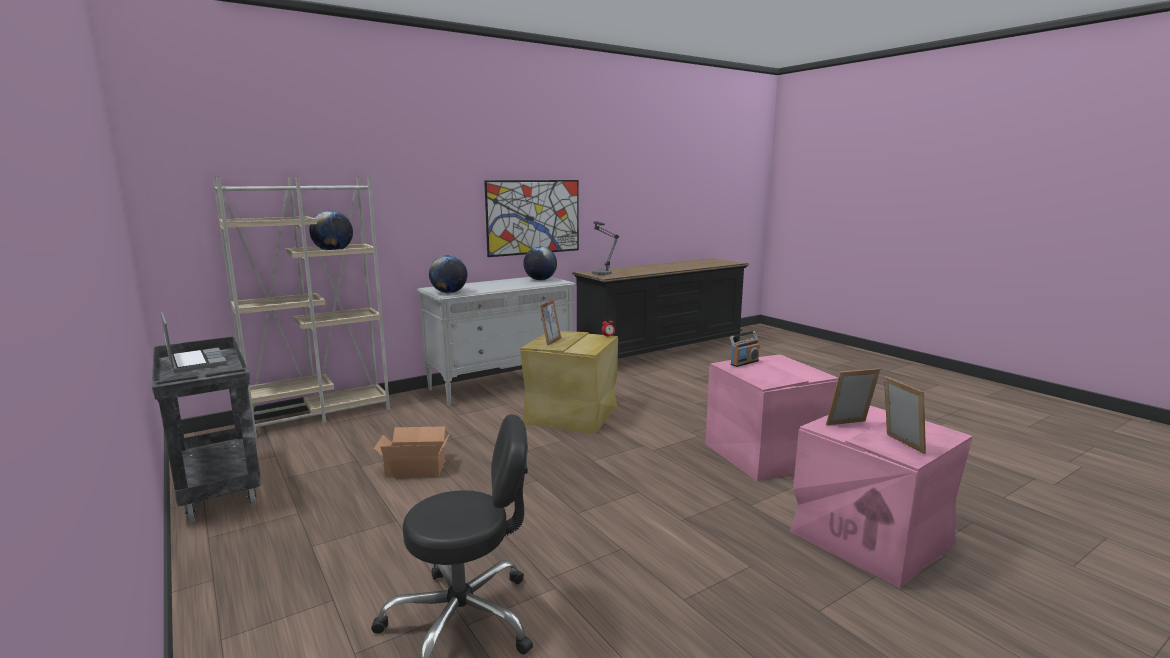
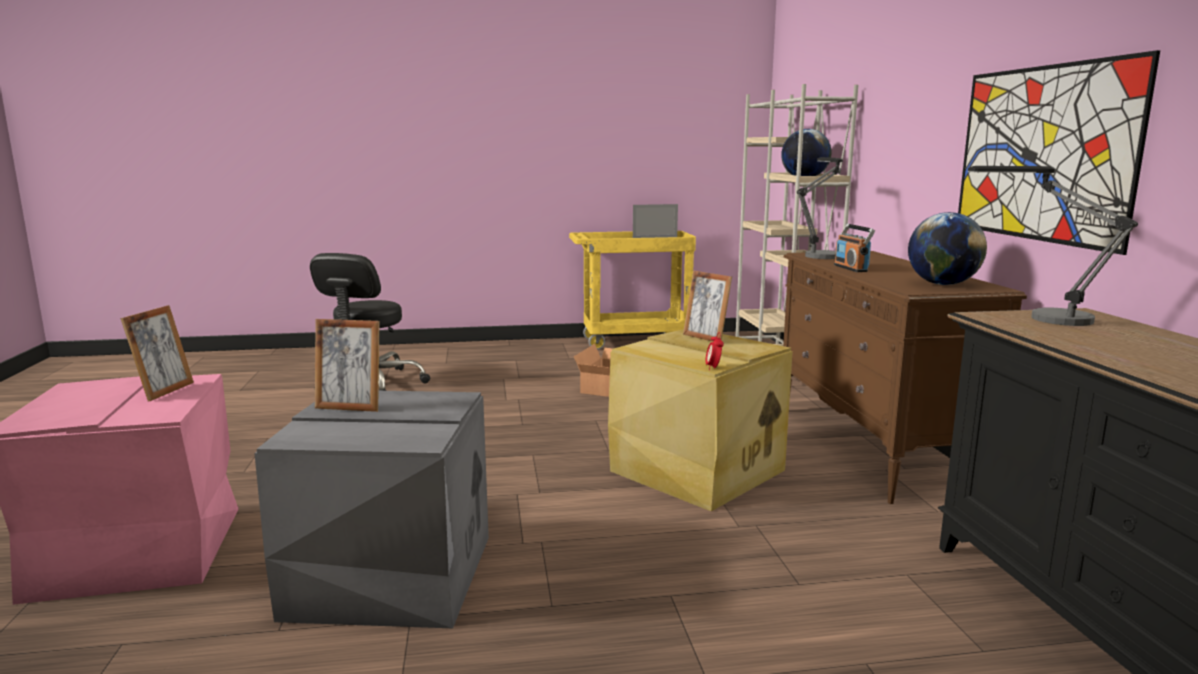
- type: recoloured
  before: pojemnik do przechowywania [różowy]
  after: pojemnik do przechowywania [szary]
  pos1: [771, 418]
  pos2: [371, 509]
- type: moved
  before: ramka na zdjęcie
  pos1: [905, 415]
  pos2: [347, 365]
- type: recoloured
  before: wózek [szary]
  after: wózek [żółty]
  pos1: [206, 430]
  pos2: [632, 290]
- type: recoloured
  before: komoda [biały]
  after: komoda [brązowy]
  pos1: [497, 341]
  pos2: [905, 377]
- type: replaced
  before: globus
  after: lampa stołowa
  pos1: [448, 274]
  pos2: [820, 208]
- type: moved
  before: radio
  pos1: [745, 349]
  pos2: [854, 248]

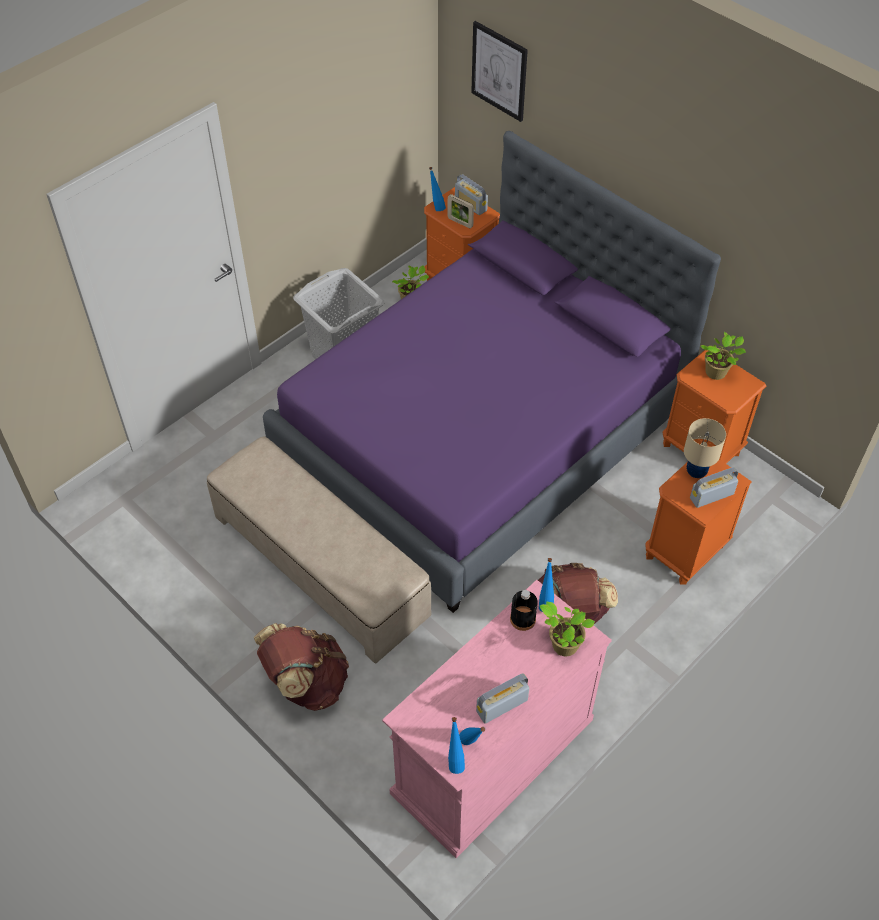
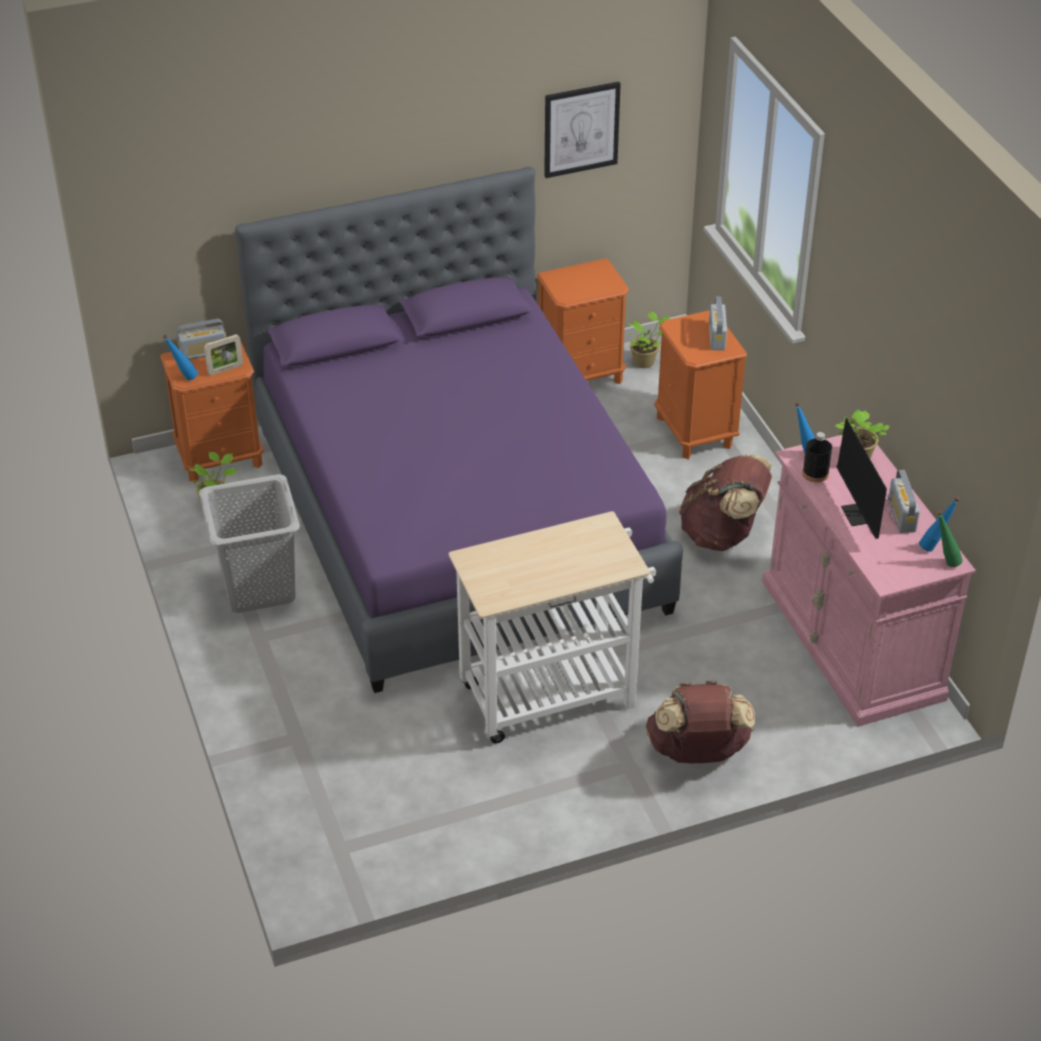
- type: replaced
  before: ławka [beżowy]
  after: wózek [biały]
  pos1: [319, 550]
  pos2: [552, 627]
- type: moved
  before: obraz
  pos1: [499, 71]
  pos2: [582, 130]
- type: moved
  before: roślina doniczkowa
  pos1: [723, 356]
  pos2: [649, 339]
- type: added
  after: monitor
  pos2: [865, 478]
- type: recoloured
  before: butelka [niebieski]
  after: butelka [zielony]
  pos1: [456, 745]
  pos2: [950, 538]
- type: removed
  before: lampa stołowa [beżowy]
  pos1: [705, 448]

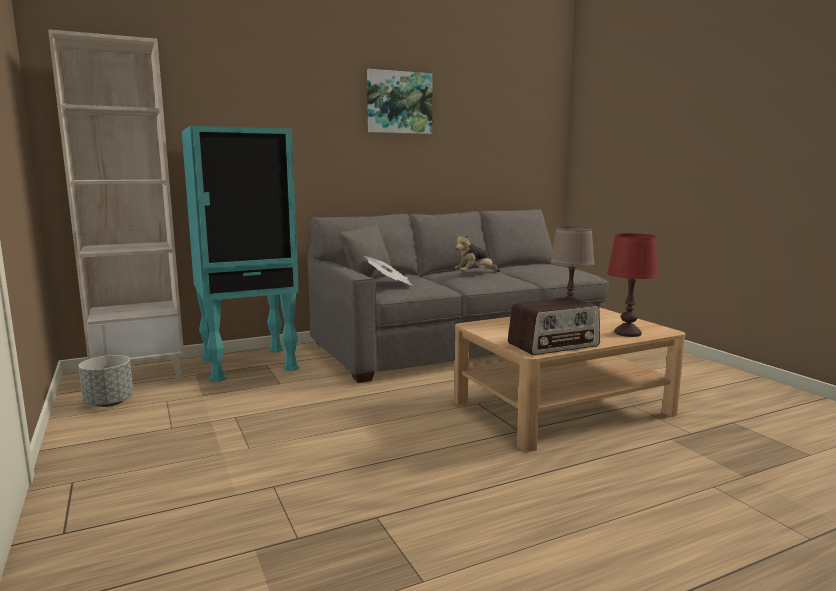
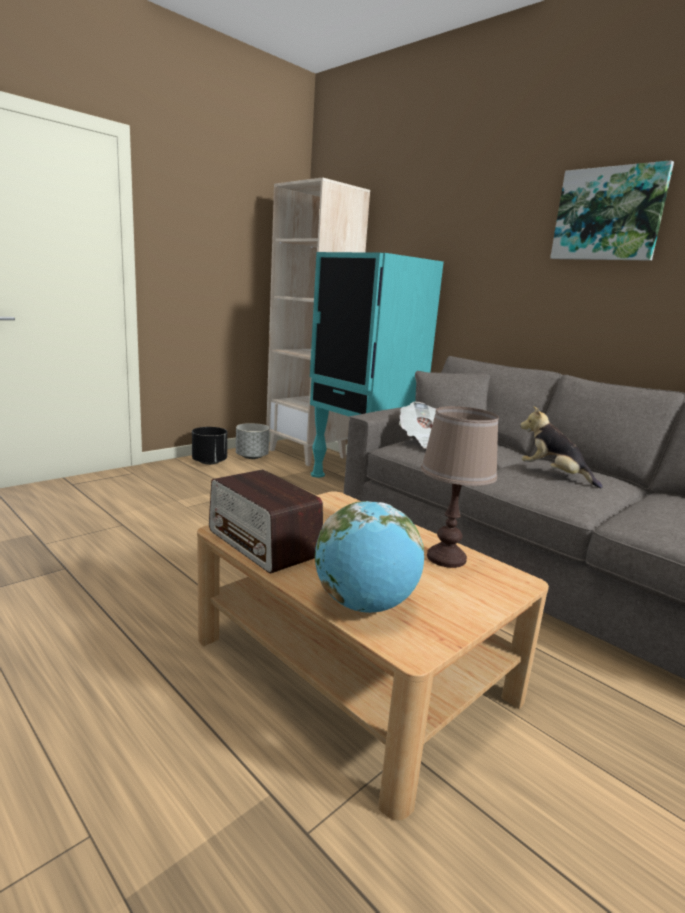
- type: added
  after: donica [czarny]
  pos2: [209, 446]
- type: replaced
  before: lampa stołowa [czerwony]
  after: globus
  pos1: [632, 285]
  pos2: [369, 557]

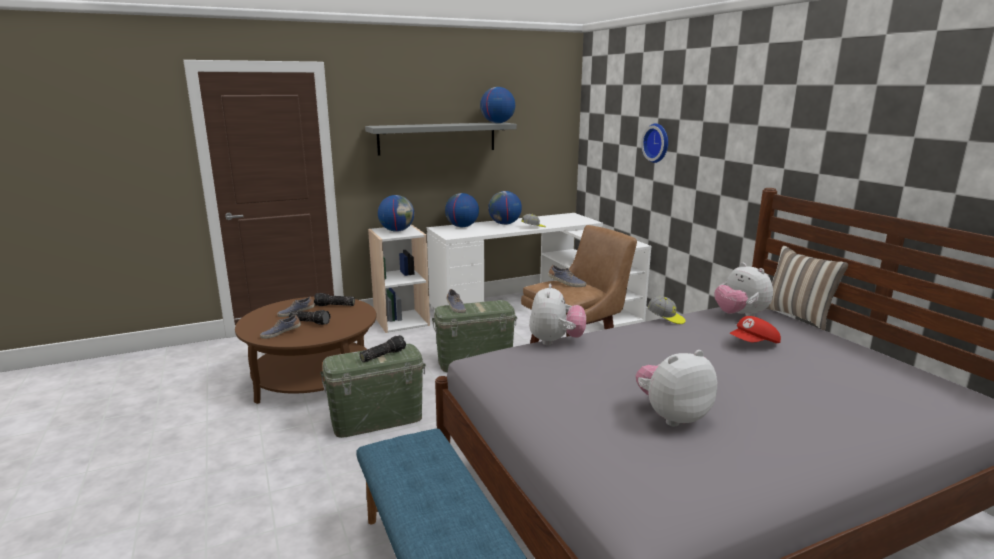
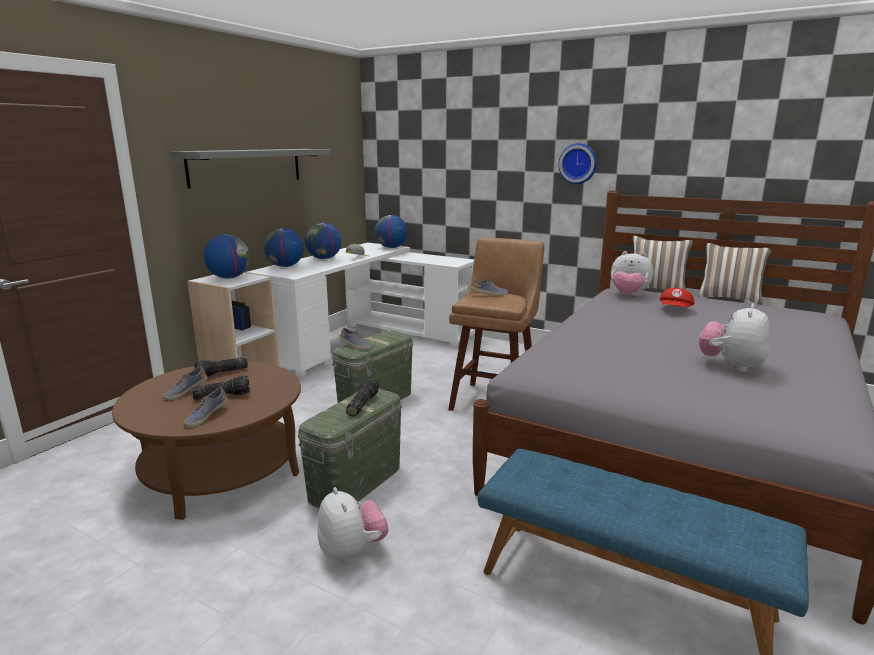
- type: moved
  before: pluszak
  pos1: [557, 314]
  pos2: [353, 525]
- type: moved
  before: globus
  pos1: [497, 105]
  pos2: [391, 231]
- type: moved
  before: zegar ścienny
  pos1: [654, 143]
  pos2: [577, 163]
- type: added
  after: poduszka
  pos2: [734, 274]
- type: removed
  before: czapka z daszkiem
  pos1: [666, 310]

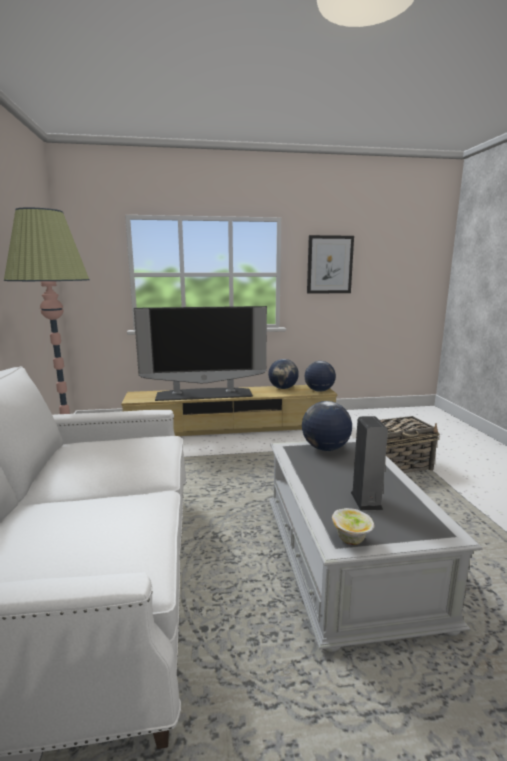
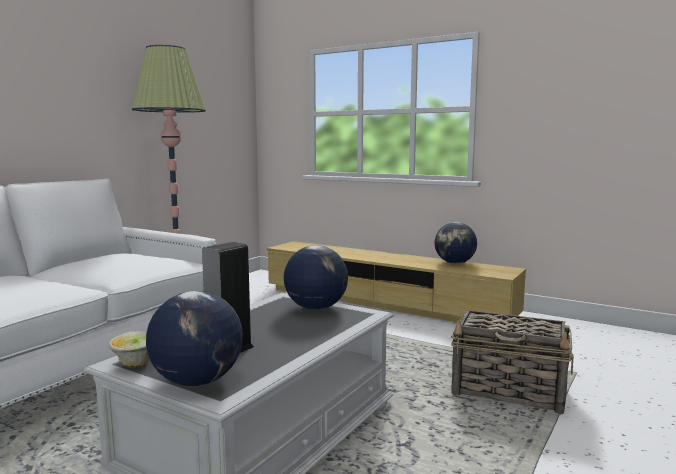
- type: moved
  before: globus
  pos1: [320, 376]
  pos2: [194, 338]
- type: removed
  before: telewizor
  pos1: [200, 353]
- type: removed
  before: obraz
  pos1: [330, 264]

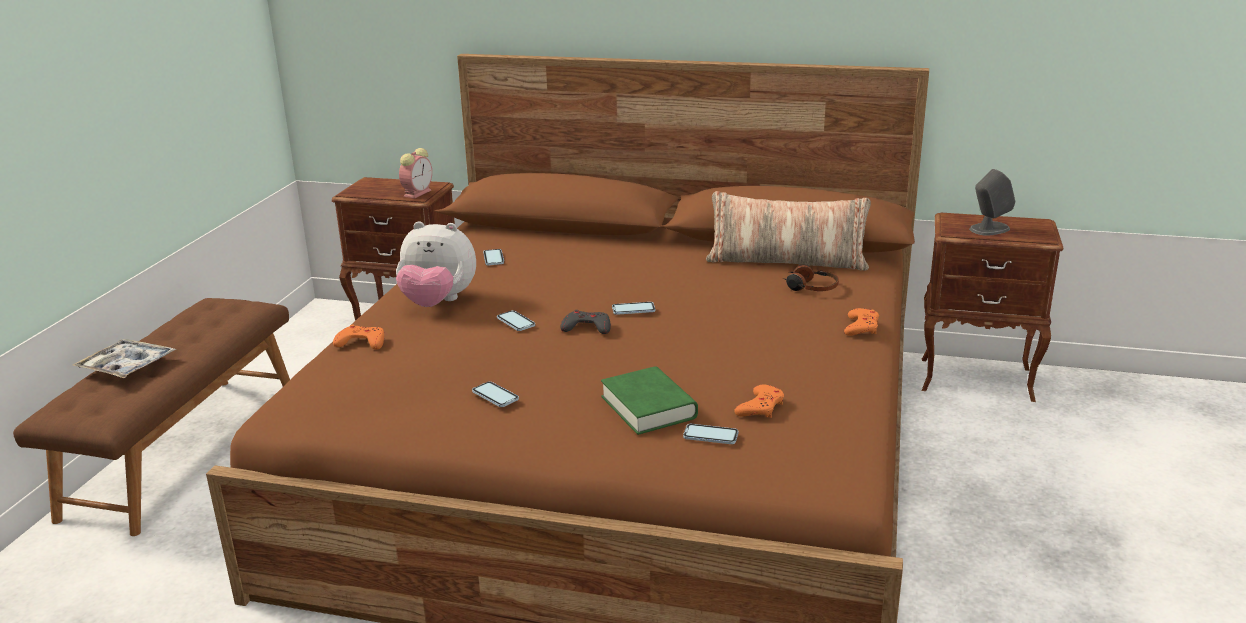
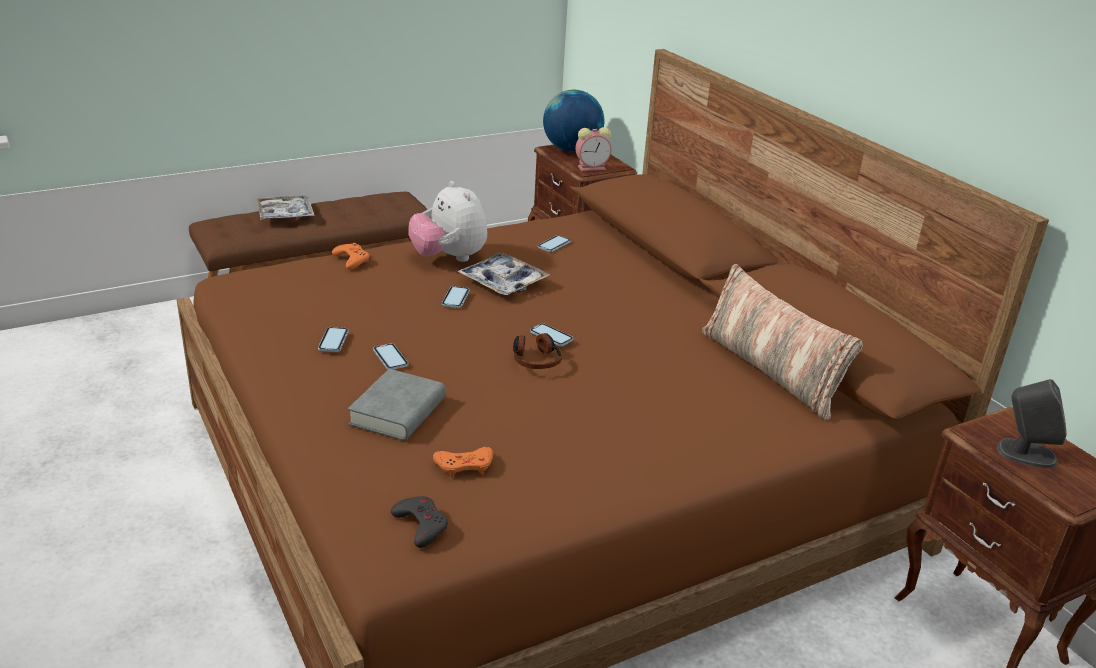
- type: recoloured
  before: książka [zielony]
  after: książka [szary]
  pos1: [649, 400]
  pos2: [396, 405]
- type: moved
  before: telefon
  pos1: [711, 434]
  pos2: [390, 356]
- type: moved
  before: pad do gier [szary]
  pos1: [585, 322]
  pos2: [419, 522]
- type: added
  after: taca
  pos2: [503, 274]
- type: moved
  before: słuchawki
  pos1: [811, 278]
  pos2: [537, 351]
- type: added
  after: globus
  pos2: [573, 121]
- type: removed
  before: pad do gier [pomarańczowy]
  pos1: [861, 322]

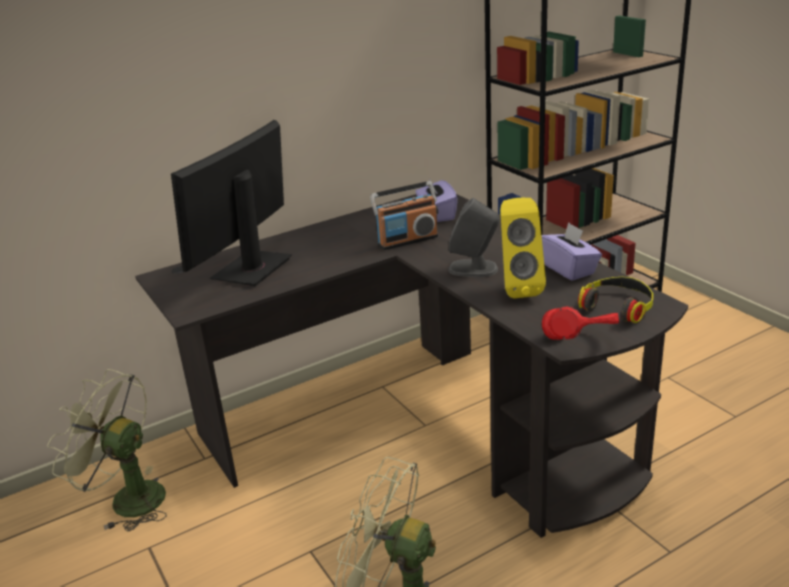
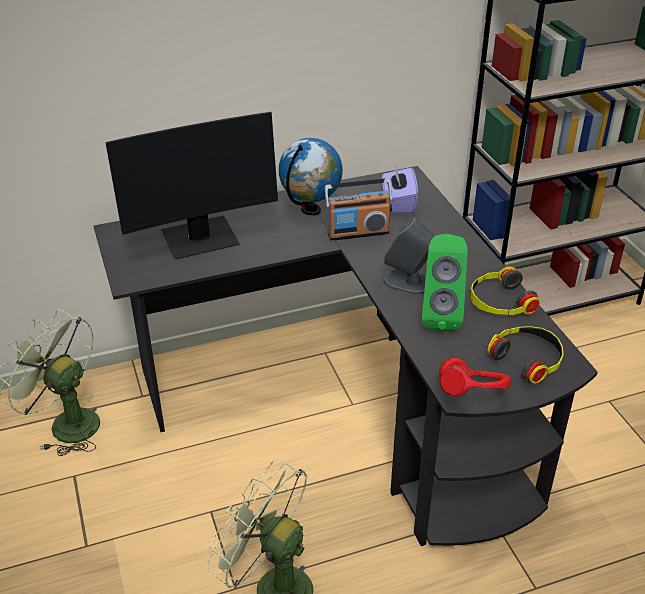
- type: turned
  before: monitor
  pos1: [232, 203]
  pos2: [191, 185]
  turn: -150
- type: added
  after: globus
  pos2: [311, 177]
- type: recoloured
  before: głośnik [żółty]
  after: głośnik [zielony]
  pos1: [523, 248]
  pos2: [445, 282]
- type: replaced
  before: pudełko chusteczek [fioletowy]
  after: słuchawki
  pos1: [571, 251]
  pos2: [505, 290]

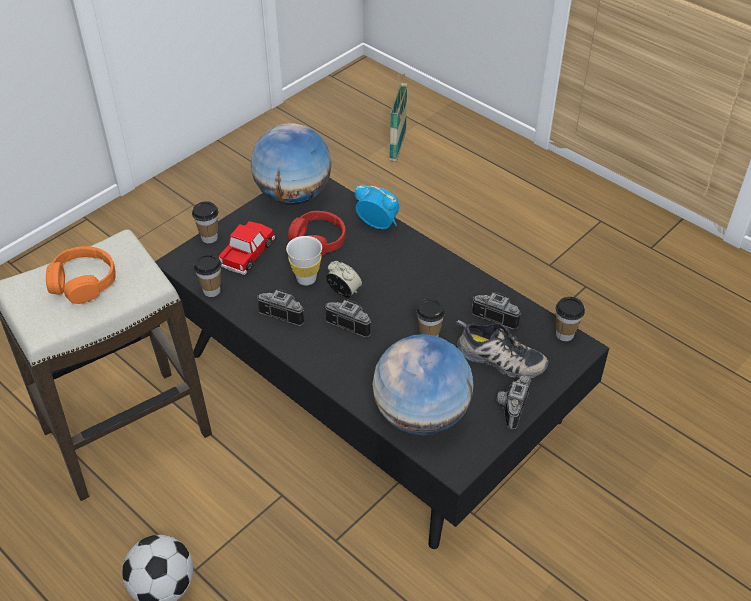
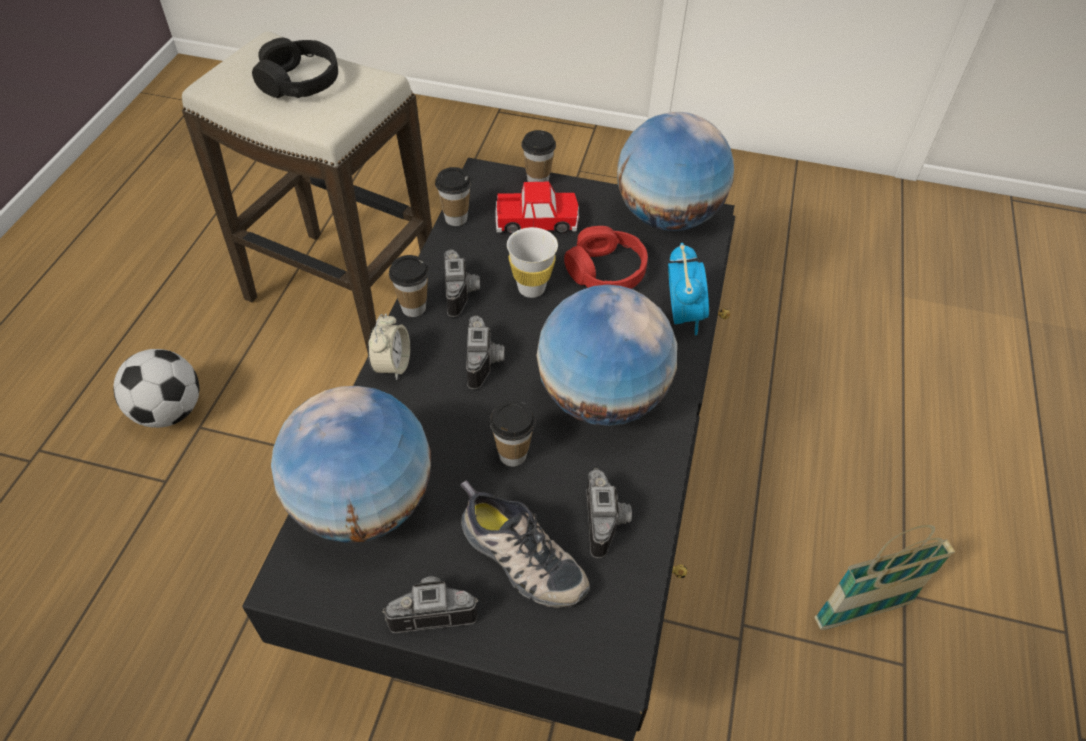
- type: recoloured
  before: słuchawki [pomarańczowy]
  after: słuchawki [czarny]
  pos1: [81, 275]
  pos2: [295, 68]
- type: moved
  before: budzik
  pos1: [344, 279]
  pos2: [389, 347]
- type: moved
  before: filiżanka
  pos1: [570, 319]
  pos2: [409, 286]
- type: turned
  before: but
  pos1: [502, 349]
  pos2: [525, 544]
  turn: -45
- type: added
  after: globus
  pos2: [607, 355]
- type: moved
  before: koszyk
  pos1: [399, 117]
  pos2: [884, 577]

